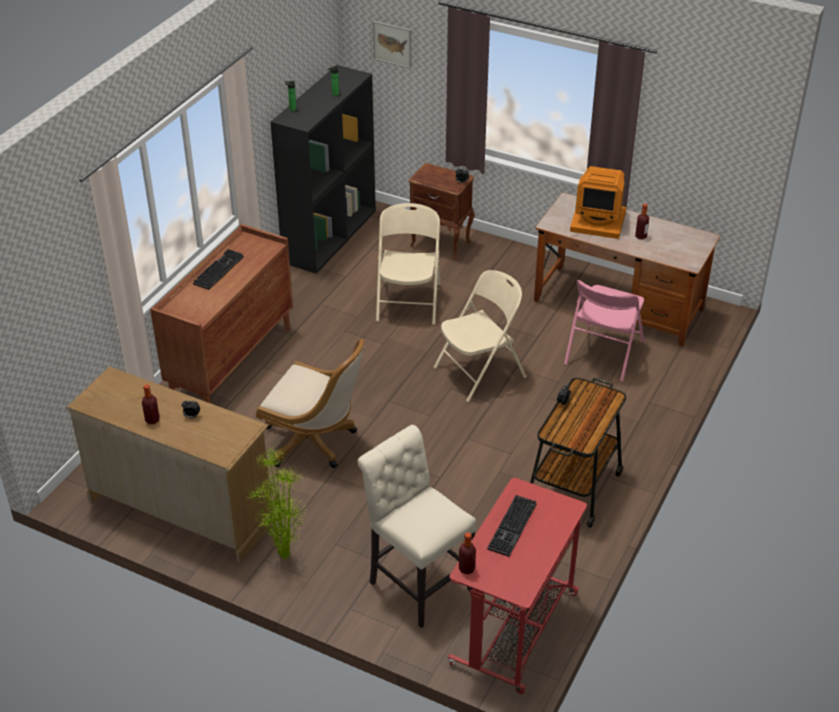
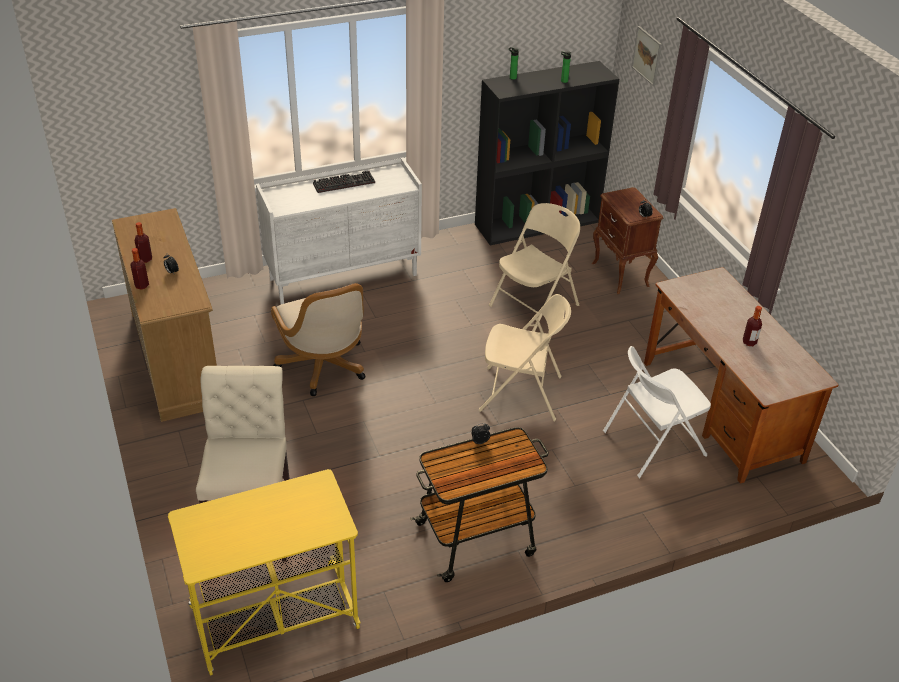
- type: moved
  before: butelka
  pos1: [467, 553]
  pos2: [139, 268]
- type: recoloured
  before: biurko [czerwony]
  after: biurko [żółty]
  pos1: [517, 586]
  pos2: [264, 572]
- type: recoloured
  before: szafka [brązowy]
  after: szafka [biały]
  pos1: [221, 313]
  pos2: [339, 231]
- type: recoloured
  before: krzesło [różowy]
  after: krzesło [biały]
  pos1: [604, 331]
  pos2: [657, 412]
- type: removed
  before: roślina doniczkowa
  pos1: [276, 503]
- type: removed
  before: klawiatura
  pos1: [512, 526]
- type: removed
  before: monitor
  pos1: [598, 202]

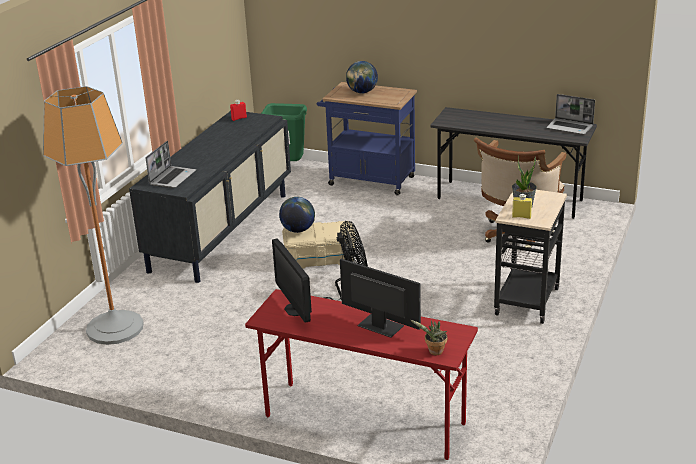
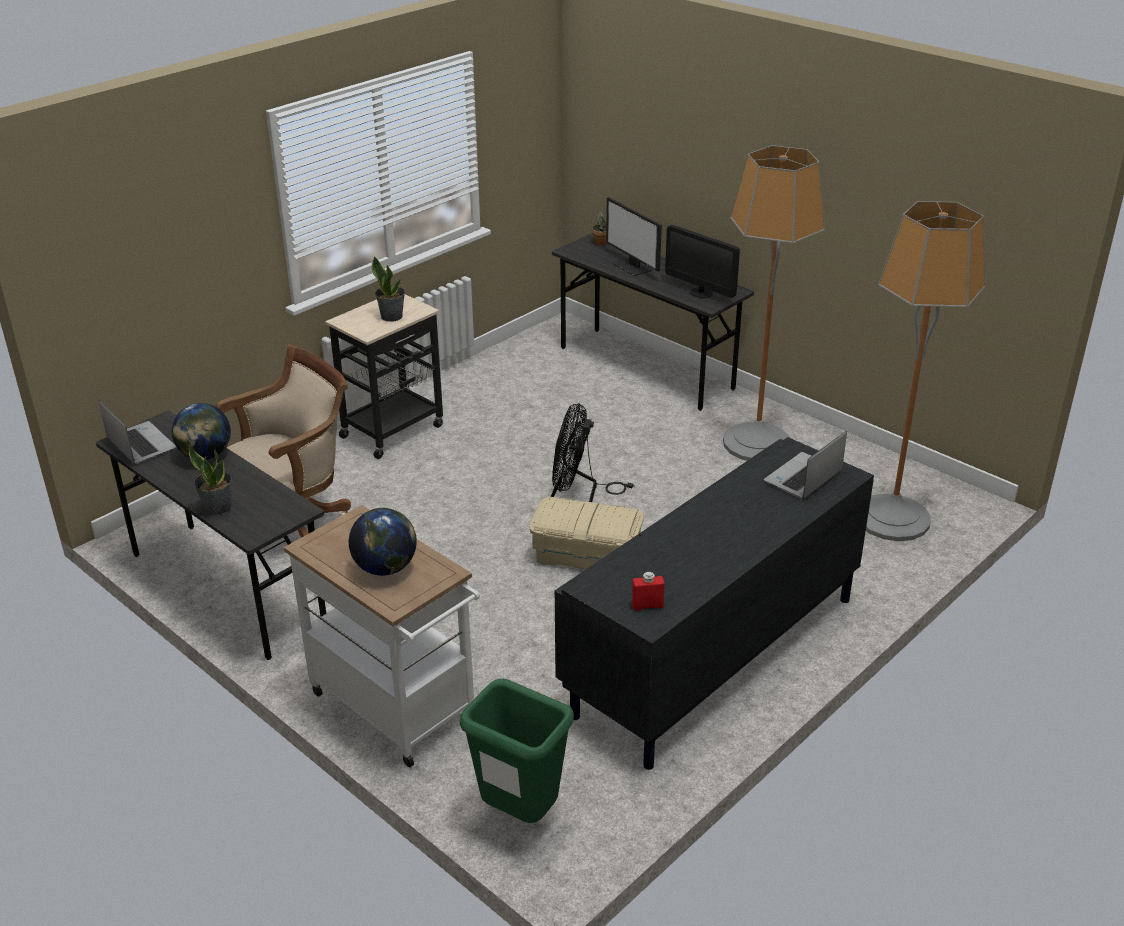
- type: moved
  before: globus
  pos1: [297, 215]
  pos2: [201, 431]
- type: added
  after: roślina doniczkowa
  pos2: [210, 480]
- type: recoloured
  before: wózek [niebieski]
  after: wózek [biały]
  pos1: [367, 138]
  pos2: [382, 636]
- type: recoloured
  before: biurko [czerwony]
  after: biurko [szary]
  pos1: [361, 374]
  pos2: [653, 322]
- type: turned
  before: monitor
  pos1: [292, 281]
  pos2: [702, 261]
  turn: 135
- type: added
  after: lampa stojąca
  pos2: [774, 303]
- type: removed
  before: butelka [żółty]
  pos1: [522, 206]

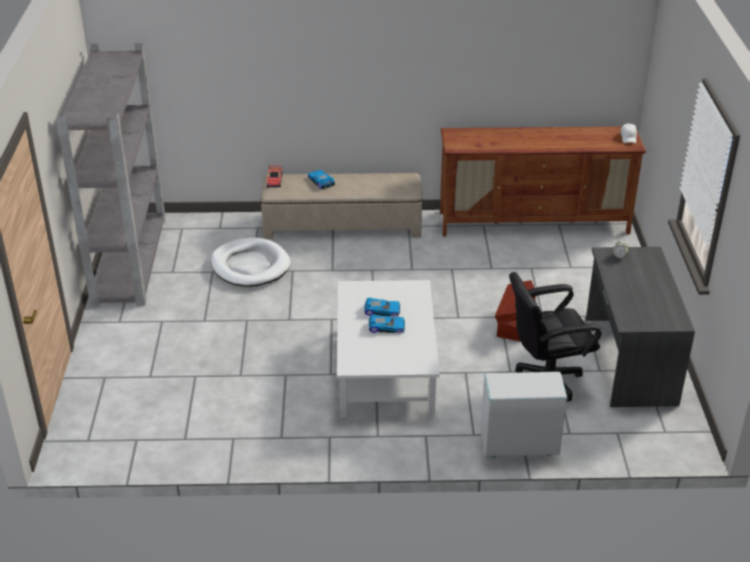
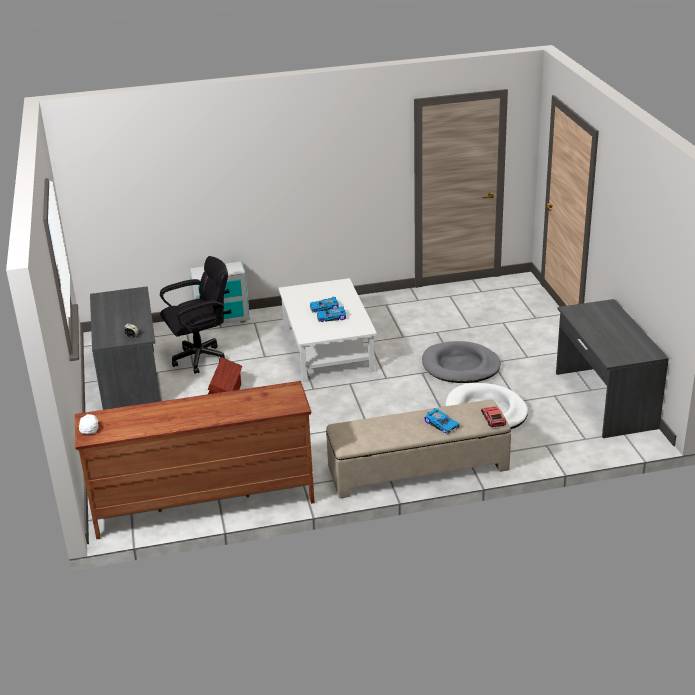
- type: added
  after: legowisko [szary]
  pos2: [461, 362]
- type: replaced
  before: regał [szary]
  after: biurko [szary]
  pos1: [111, 174]
  pos2: [612, 368]

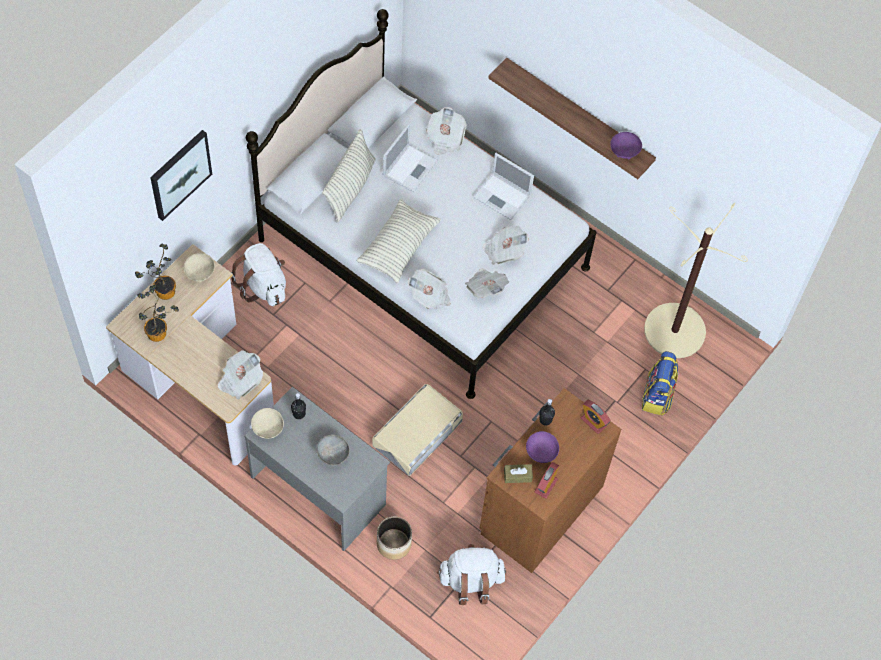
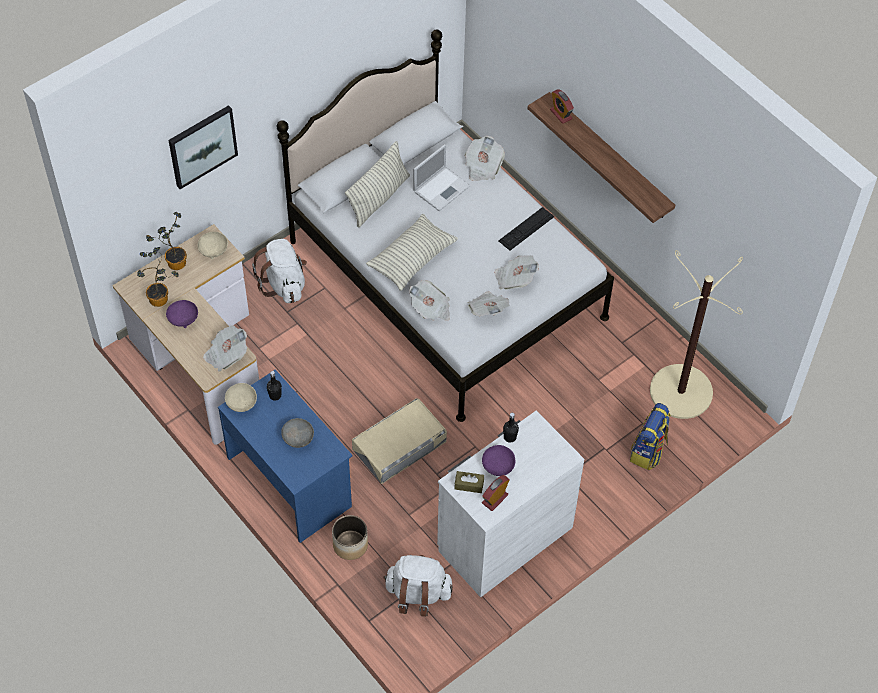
- type: moved
  before: miska [fioletowy]
  pos1: [626, 146]
  pos2: [182, 314]
- type: recoloured
  before: biurko [szary]
  after: biurko [niebieski]
  pos1: [317, 469]
  pos2: [285, 456]
- type: recoloured
  before: komoda [brązowy]
  after: komoda [biały]
  pos1: [550, 480]
  pos2: [510, 504]
- type: replaced
  before: laptop
  after: klawiatura
  pos1: [503, 186]
  pos2: [526, 229]
- type: moved
  before: budzik
  pos1: [596, 417]
  pos2: [562, 106]

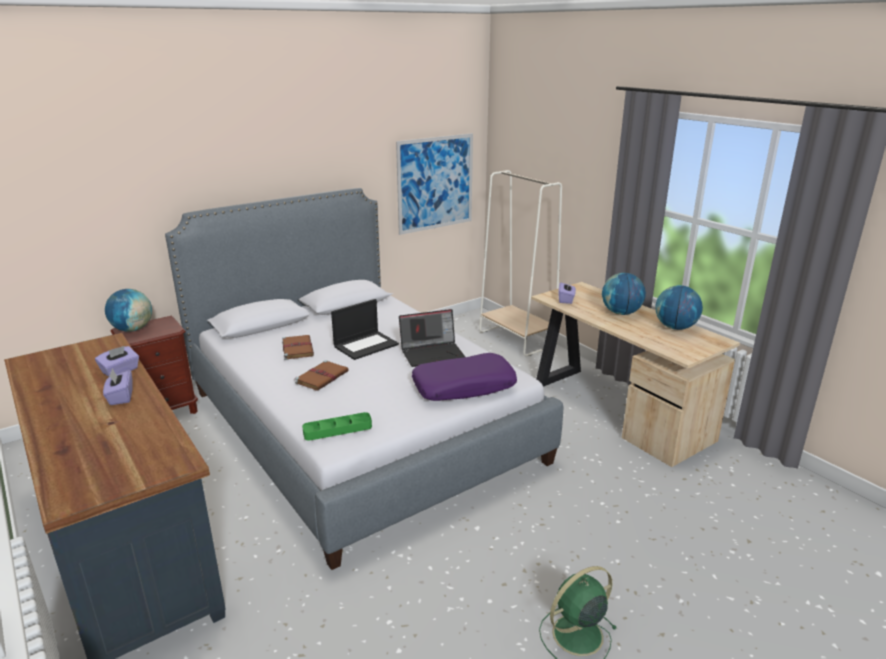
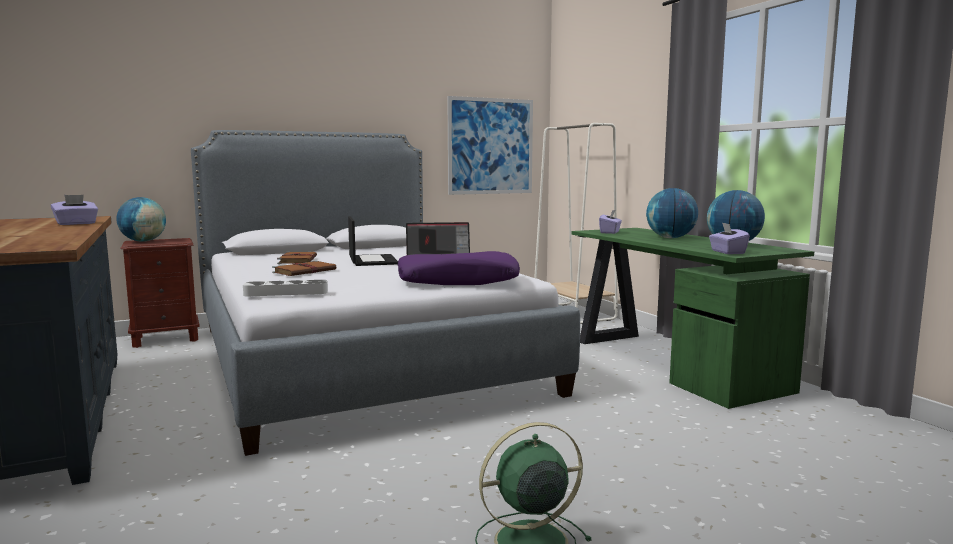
- type: recoloured
  before: taca [zielony]
  after: taca [szary]
  pos1: [337, 426]
  pos2: [285, 288]
- type: turned
  before: laptop
  pos1: [365, 329]
  pos2: [373, 241]
  turn: -75
- type: recoloured
  before: biurko [beżowy]
  after: biurko [zielony]
  pos1: [635, 374]
  pos2: [692, 318]
- type: moved
  before: pudełko chusteczek [fioletowy]
  pos1: [118, 387]
  pos2: [729, 238]

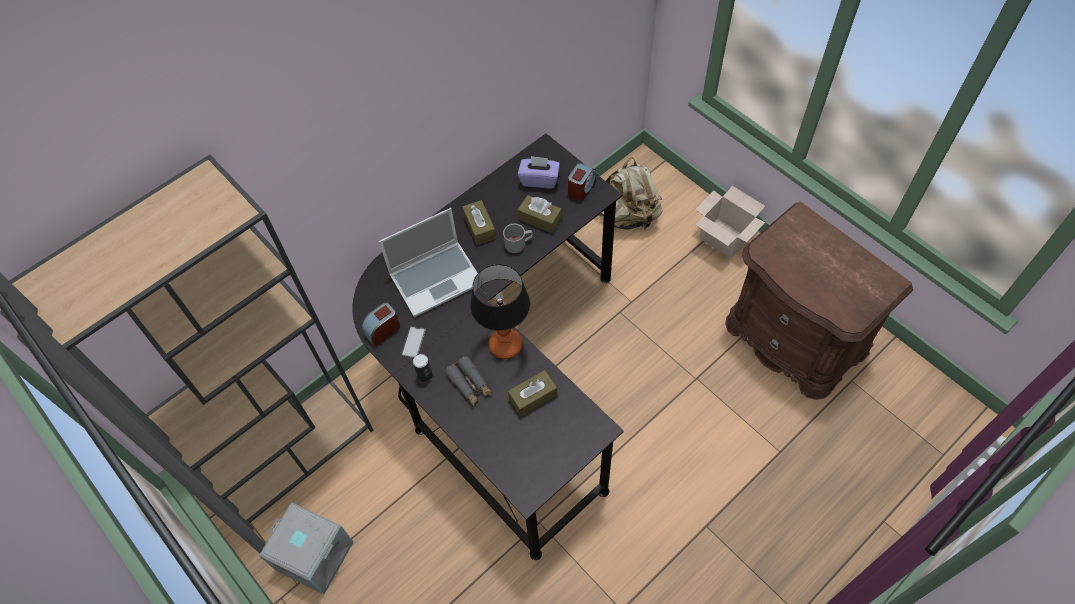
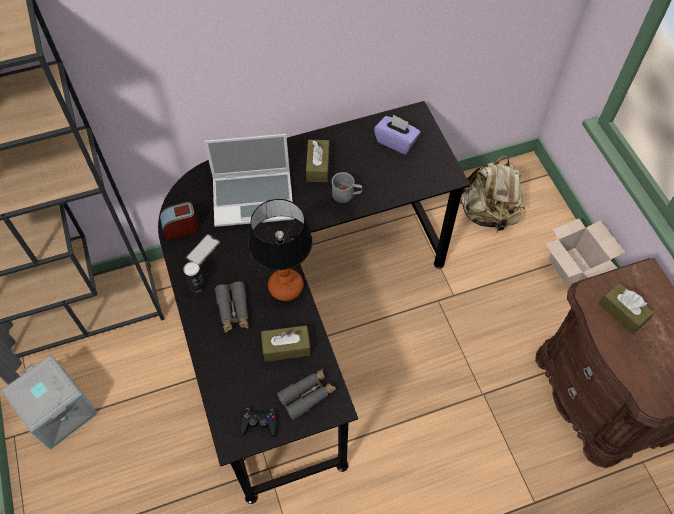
- type: added
  after: pad do gier [czarny]
  pos2: [258, 422]
- type: added
  after: lornetka [szary]
  pos2: [306, 394]
- type: moved
  before: pudełko chusteczek [brązowy]
  pos1: [540, 214]
  pos2: [626, 308]
- type: removed
  before: budzik
  pos1: [582, 182]

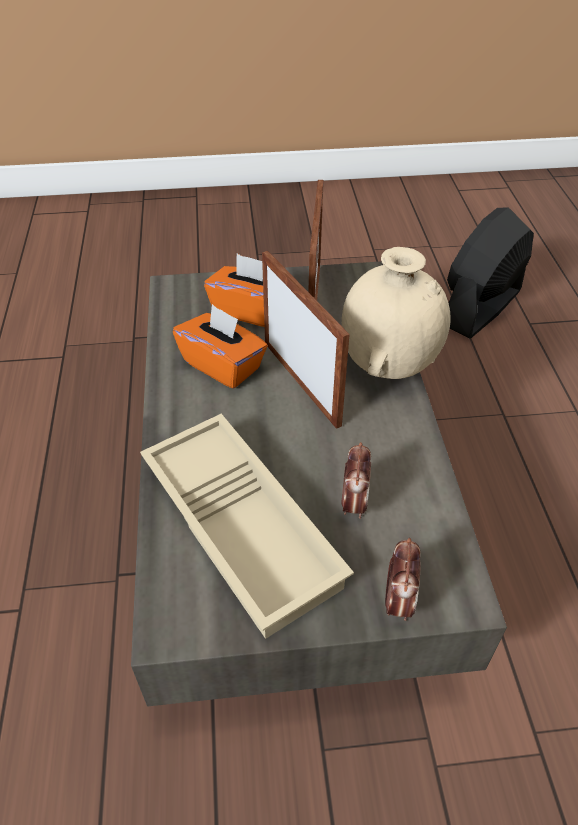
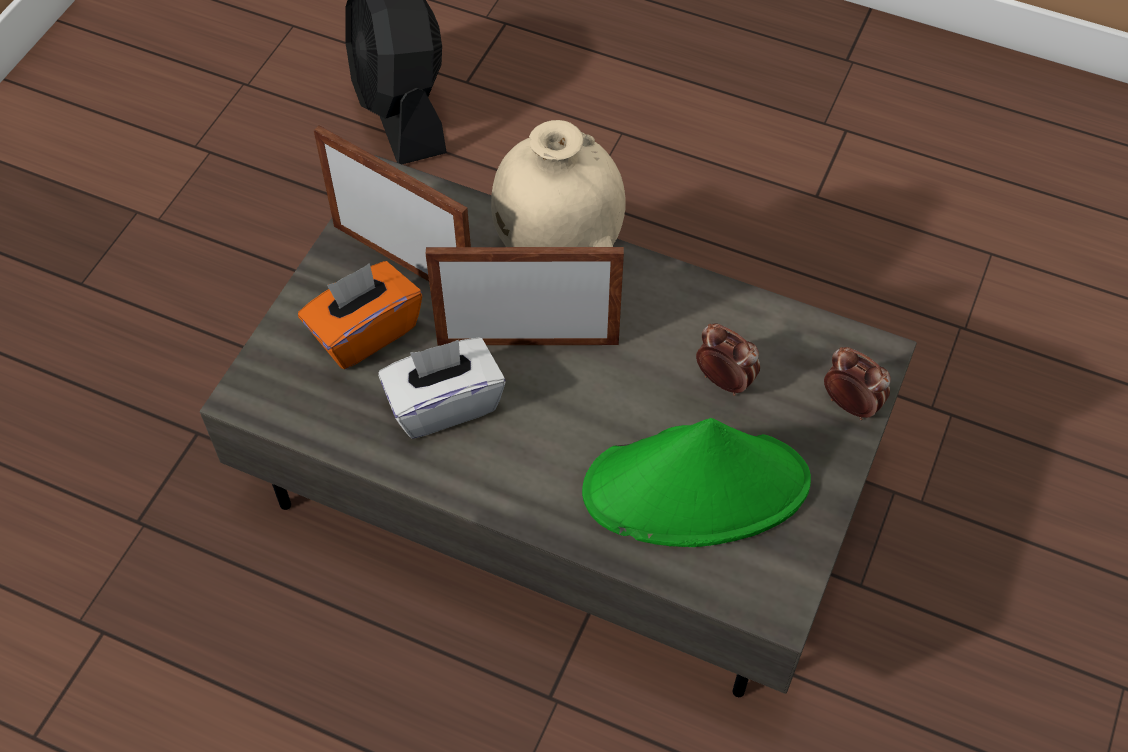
- type: recoloured
  before: pudełko chusteczek [pomarańczowy]
  after: pudełko chusteczek [biały]
  pos1: [220, 346]
  pos2: [442, 388]
- type: replaced
  before: taca [beżowy]
  after: kapelusz [zielony]
  pos1: [247, 526]
  pos2: [696, 482]

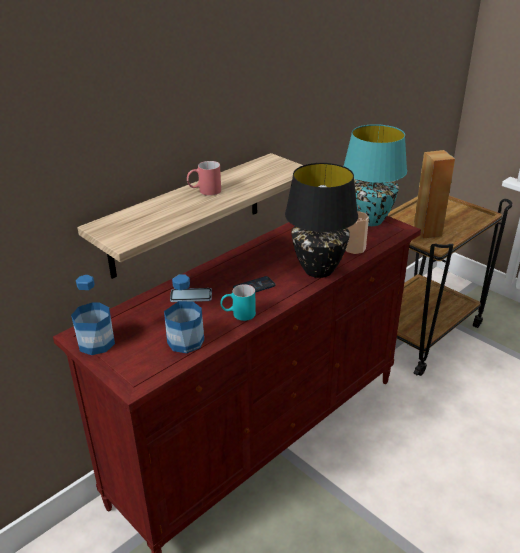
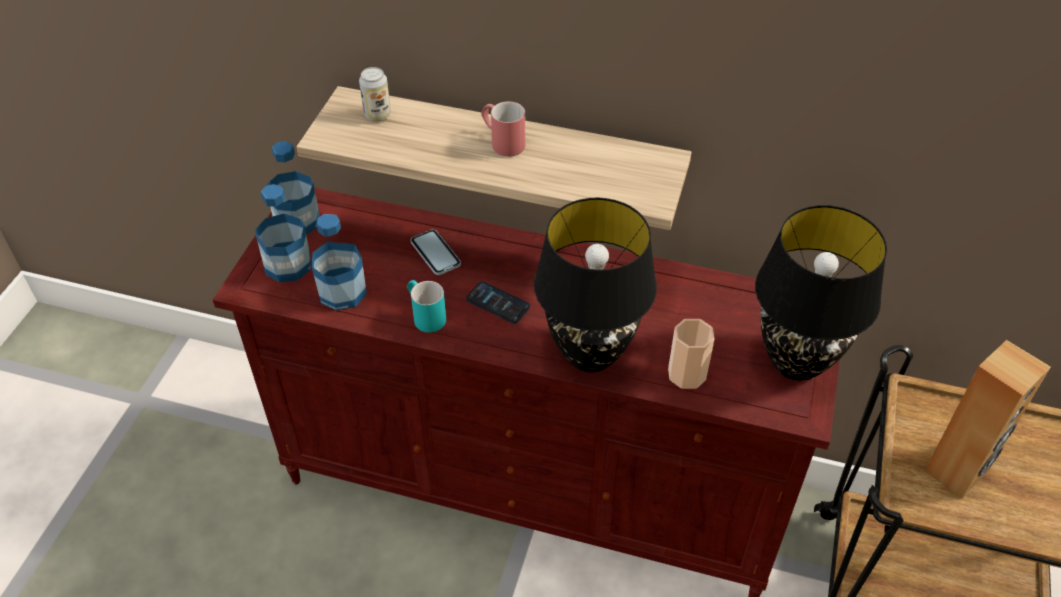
- type: added
  after: butelka
  pos2: [283, 233]
- type: added
  after: puszka
  pos2: [375, 94]
- type: recoloured
  before: lampa stołowa [turkusowy]
  after: lampa stołowa [czarny]
  pos1: [375, 175]
  pos2: [821, 293]

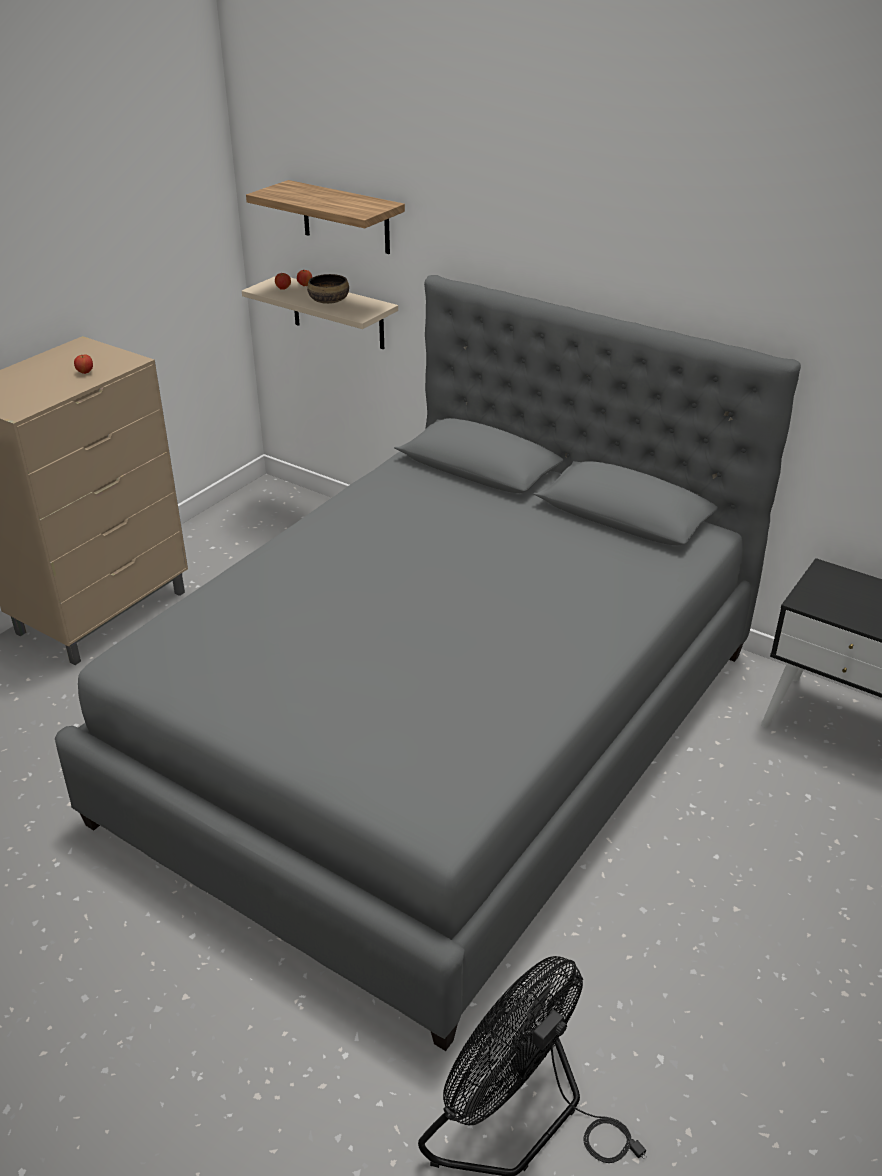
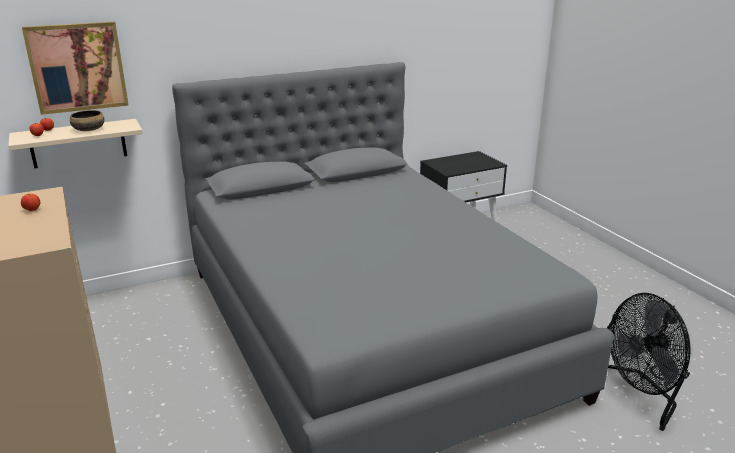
- type: replaced
  before: półka
  after: obraz
  pos1: [325, 217]
  pos2: [75, 68]

